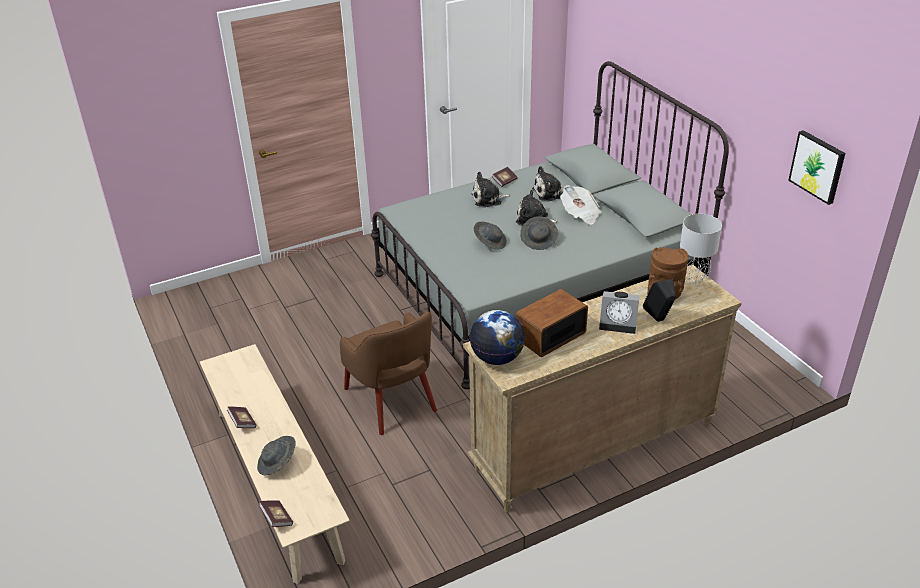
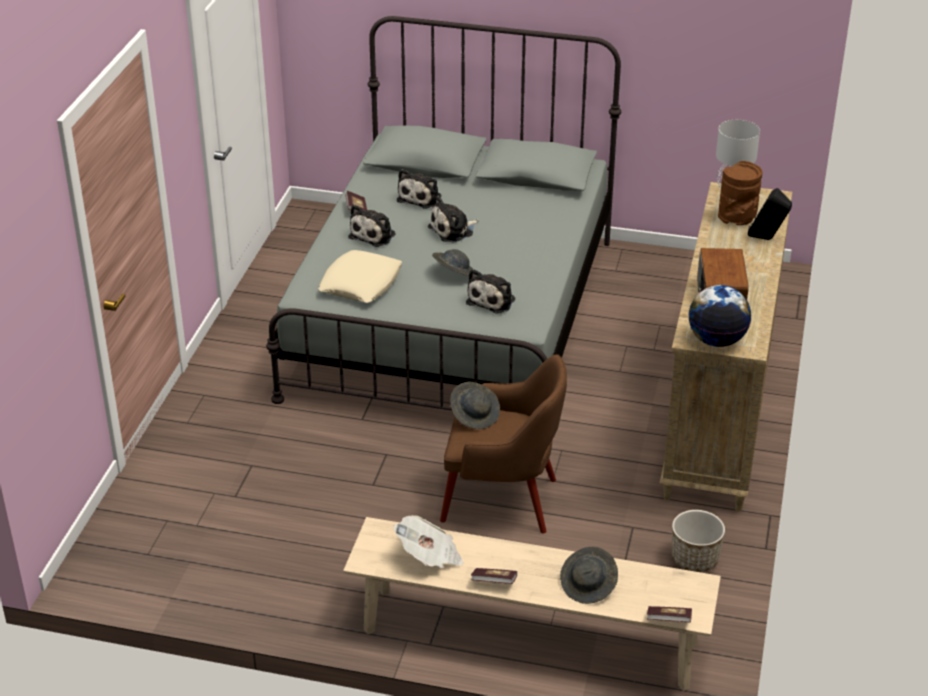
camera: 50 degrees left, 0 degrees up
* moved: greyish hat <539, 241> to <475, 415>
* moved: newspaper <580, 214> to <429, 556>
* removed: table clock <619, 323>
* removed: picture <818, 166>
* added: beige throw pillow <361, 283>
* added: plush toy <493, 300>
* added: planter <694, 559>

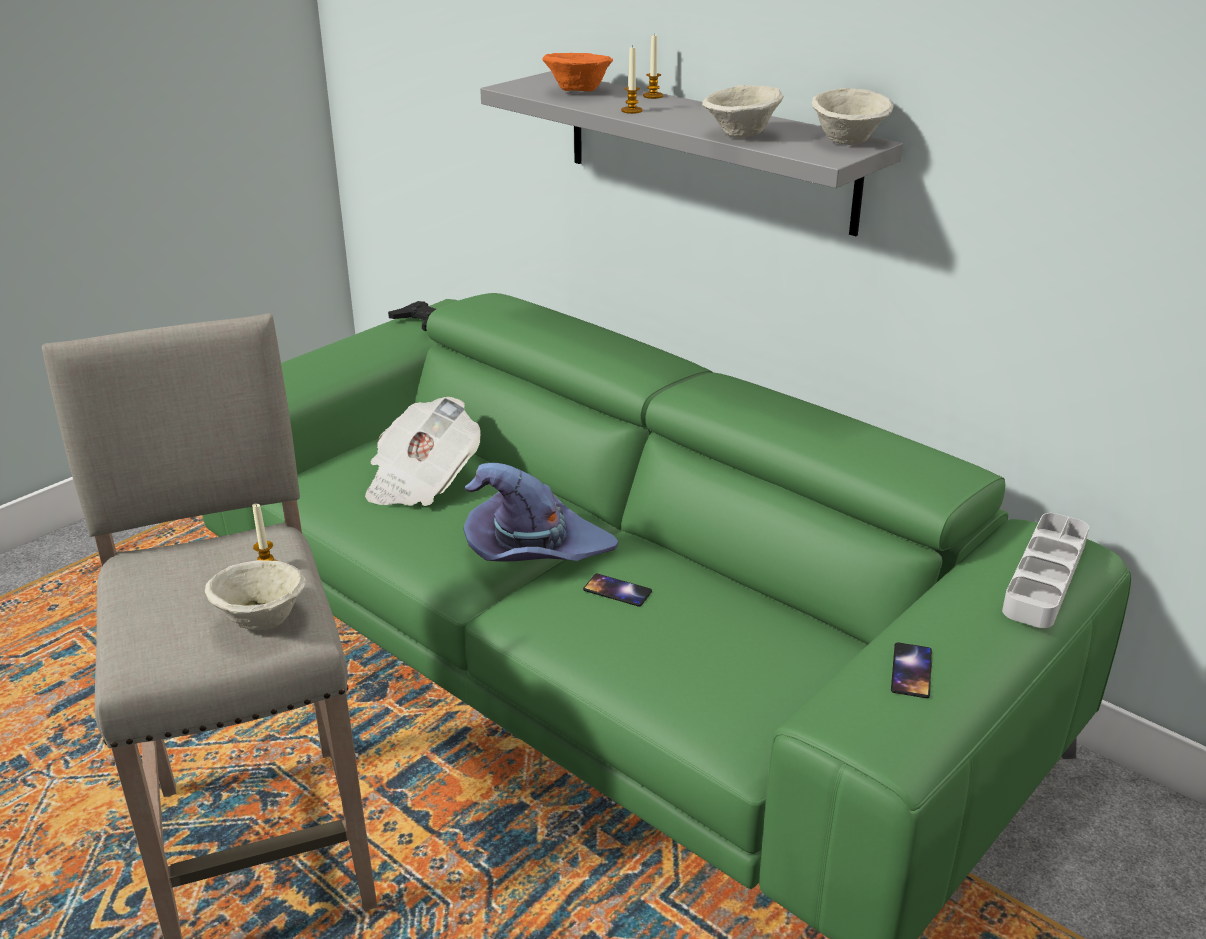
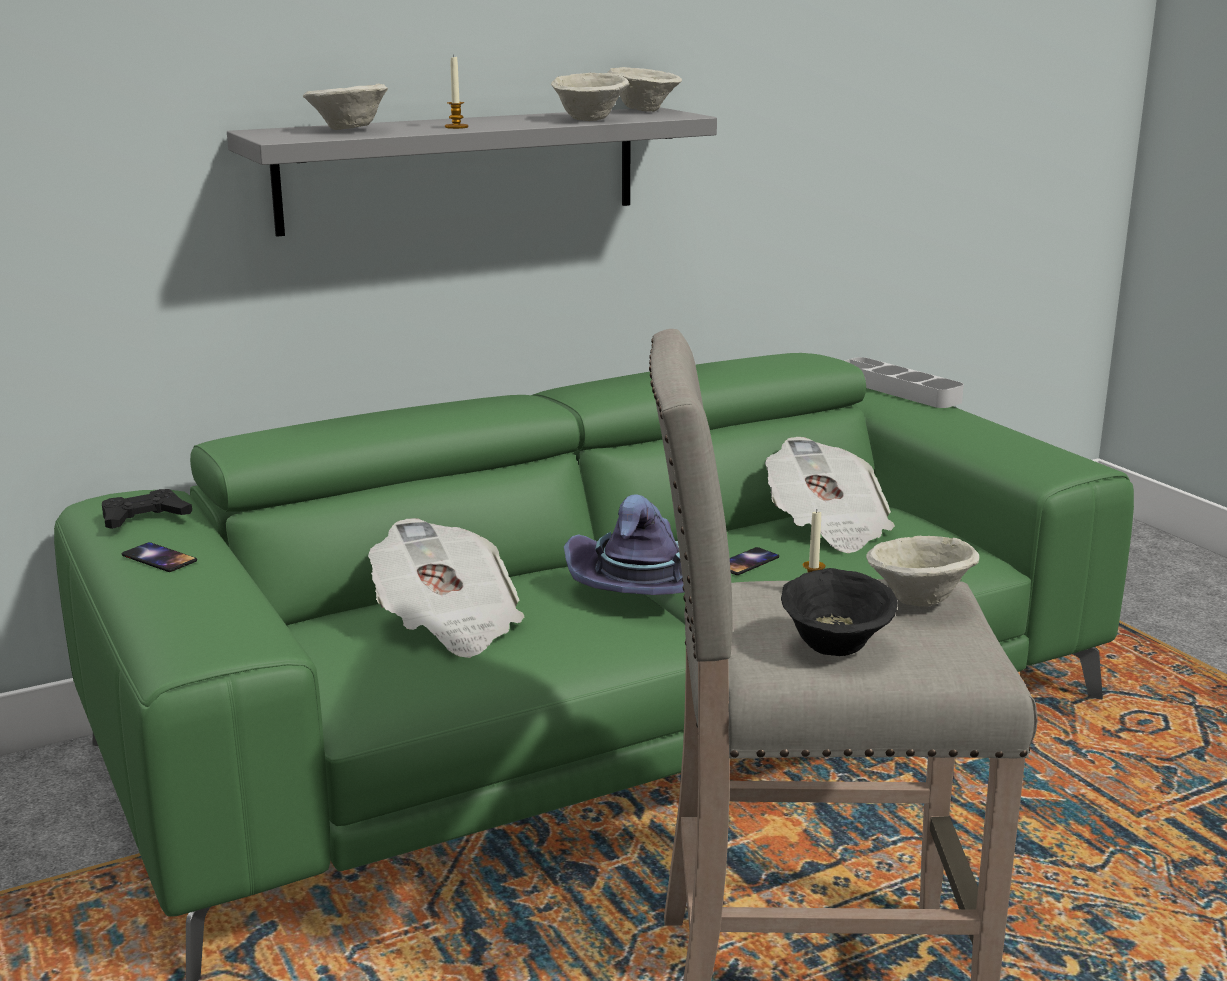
camera: 70 degrees left, 10 degrees down
* recoloured: orange-coloured bowl <577, 92> to beige bowl <348, 130>
* removed: wax light <653, 96>
* moved: telephone <911, 671> to <159, 558>
* added: newspaper <827, 528>
* added: black bowl <836, 647>

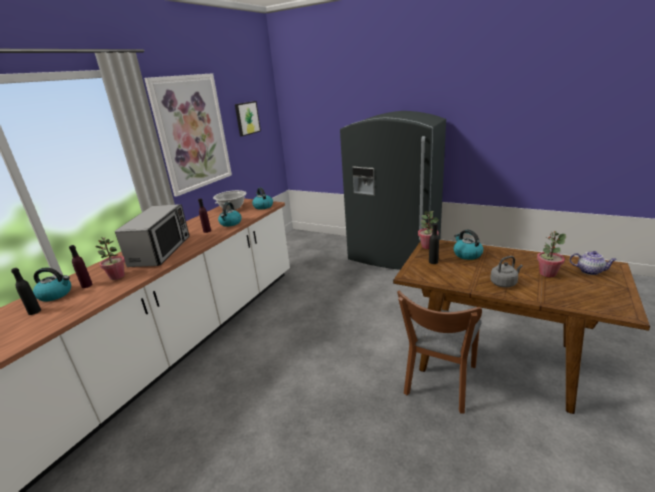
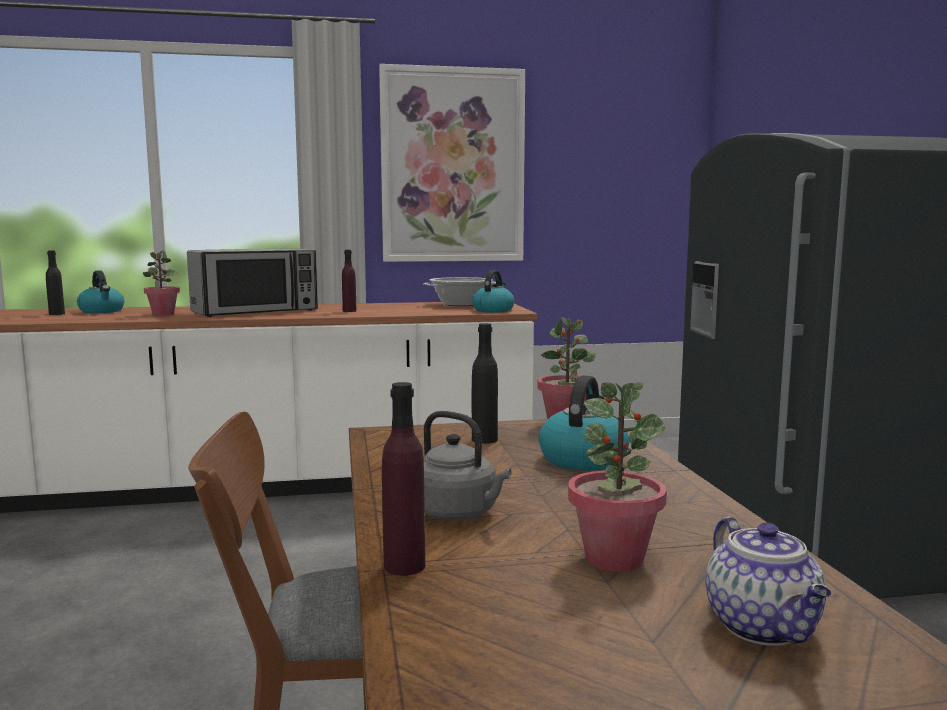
camera: 50 degrees right, 15 degrees down
* moved: purple-coloured drink bottle <87, 285> to <404, 566>
* removed: tea kettle <230, 223>
* removed: picture <247, 118>

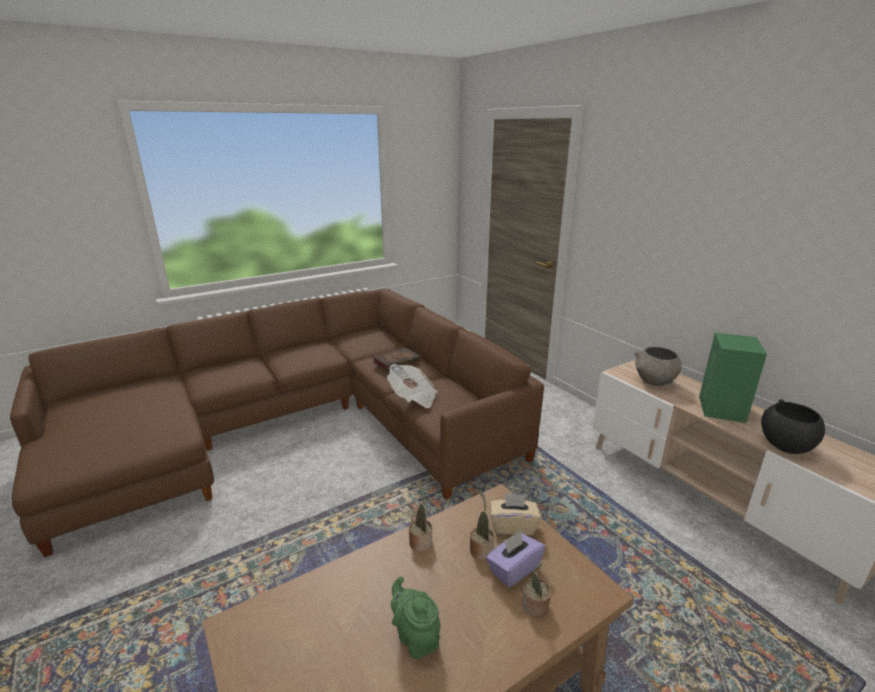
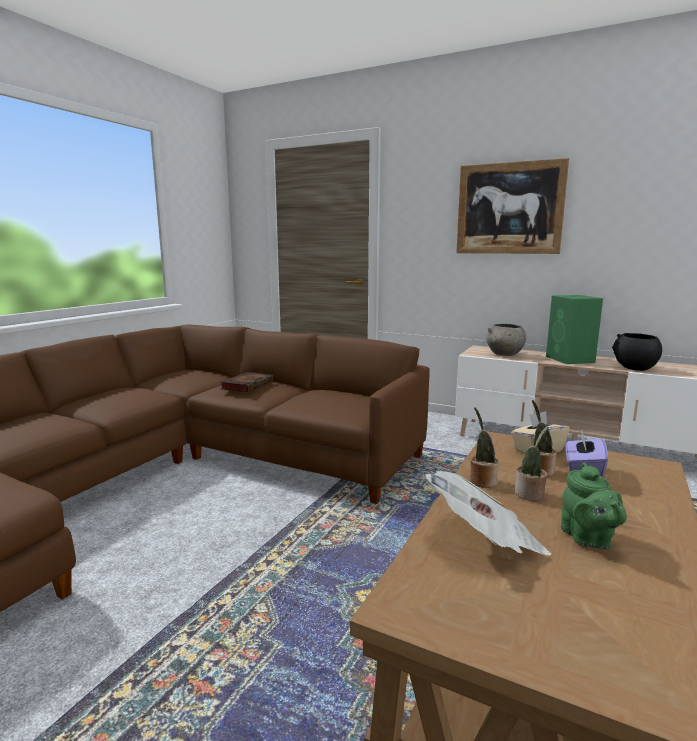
camera: 30 degrees left, 10 degrees down
* moved: newspaper <413, 397> to <485, 541>
* turned: green pot for tea <416, 637> = <588, 539> 120 degrees counterclockwise
* moved: houseplant <535, 607> to <530, 495>
* added: picture <509, 209>

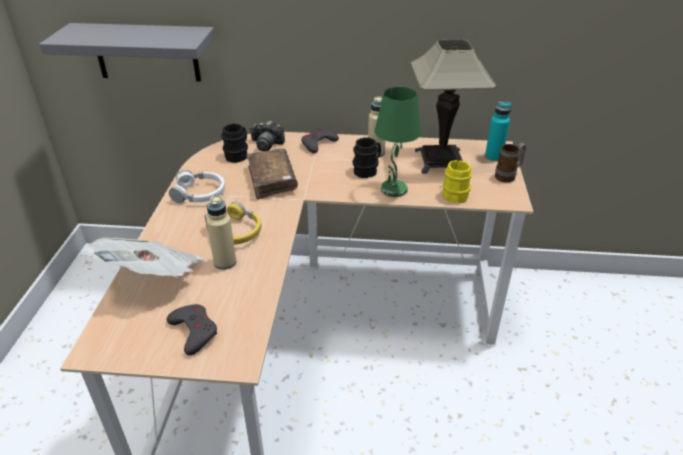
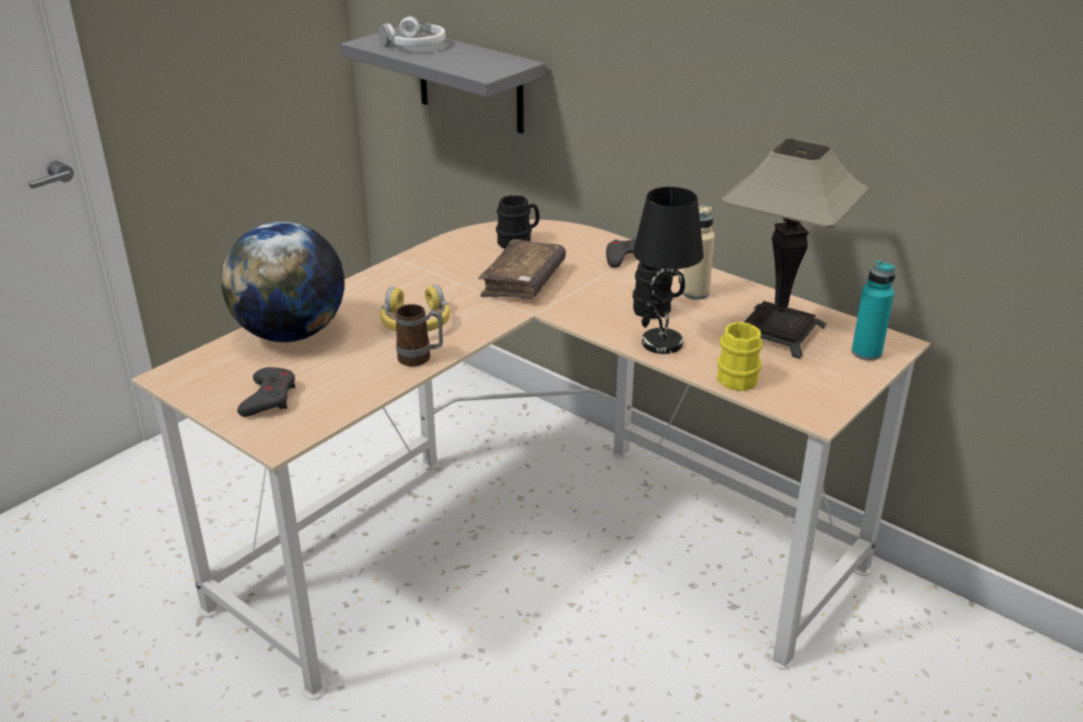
camera: 35 degrees right, 5 degrees down
* replaced: newspaper <155, 276> to world globe <291, 334>
* moved: white-coloured headset <199, 194> to <414, 45>
* removed: beige drink bottle <225, 262>
* removed: photo camera <267, 144>
* recoloured: green lamp for a table <394, 190> to black lamp for a table <661, 344>
* moved: coffee mug <508, 176> to <421, 359>

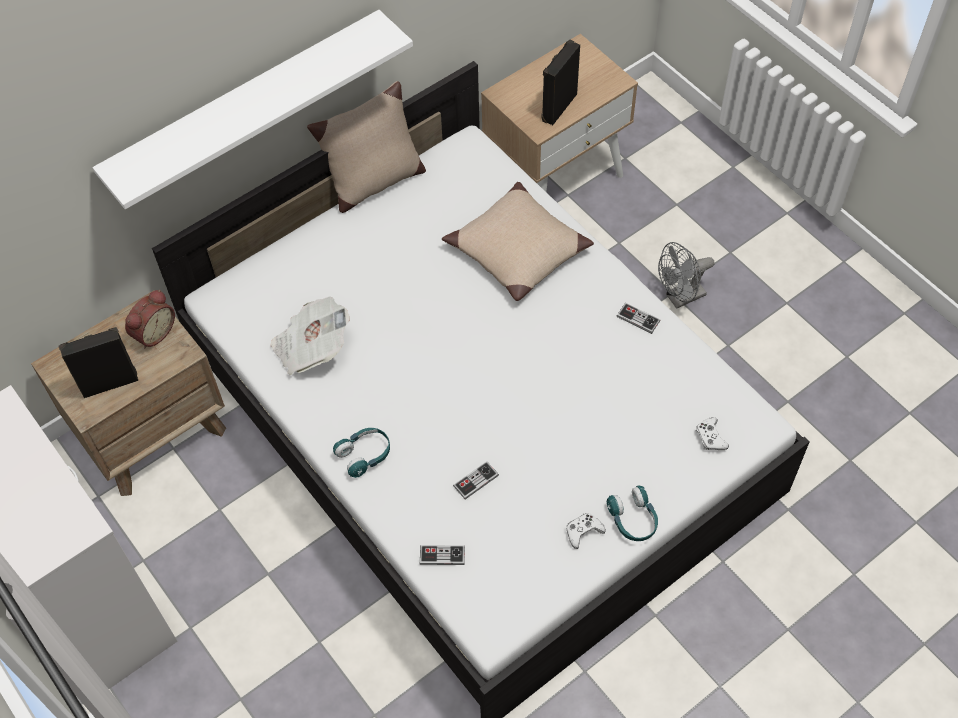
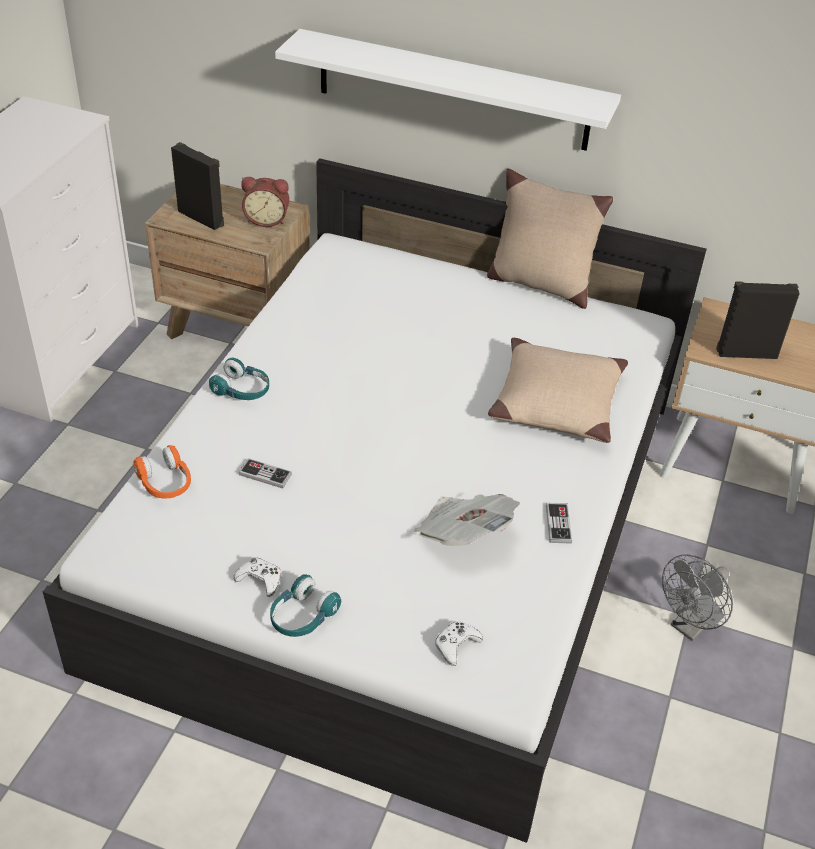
camera: 55 degrees right, 15 degrees down
* moved: newspaper <311, 347> to <463, 534>
* replaced: gamepad <442, 555> to orange-coloured headset <165, 483>
* turned: greyish cooling fan <680, 298> = <690, 626> 75 degrees counterclockwise

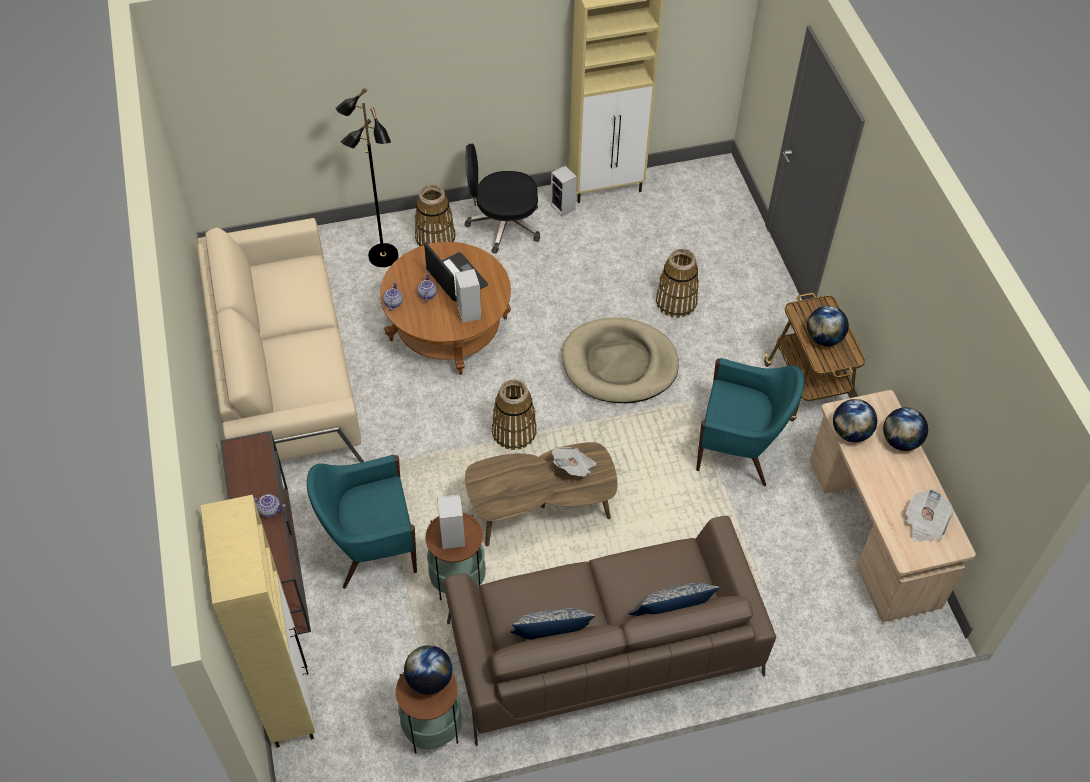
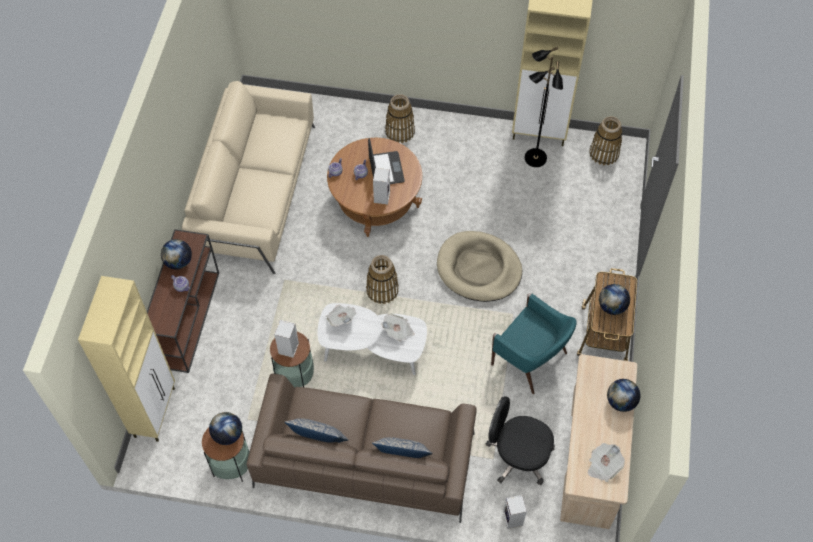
camera: 25 degrees right, 5 degrees up
* removed: turquoise-coloured armchair <370, 545>
* moved: black floor lamp <382, 257> to <534, 158>
* moved: black computer chair <503, 225> to <517, 456>
* recoloured: brown-coloured lounge table <541, 509> to white-coloured lounge table <372, 350>
* moved: speaker <563, 207> to <513, 519>
* moved: basket <676, 302> to <604, 153>
* moved: world globe <850, 432> to <179, 262>
* added: newspaper <341, 318>

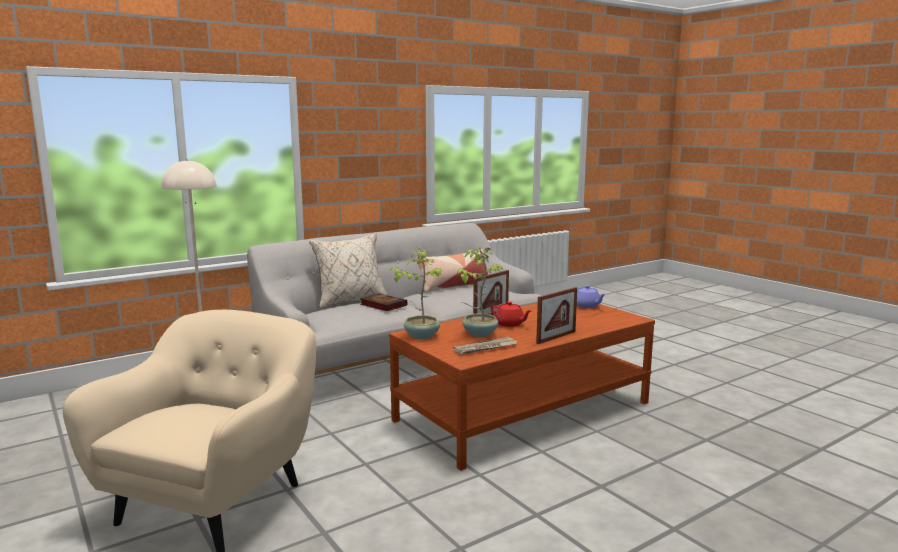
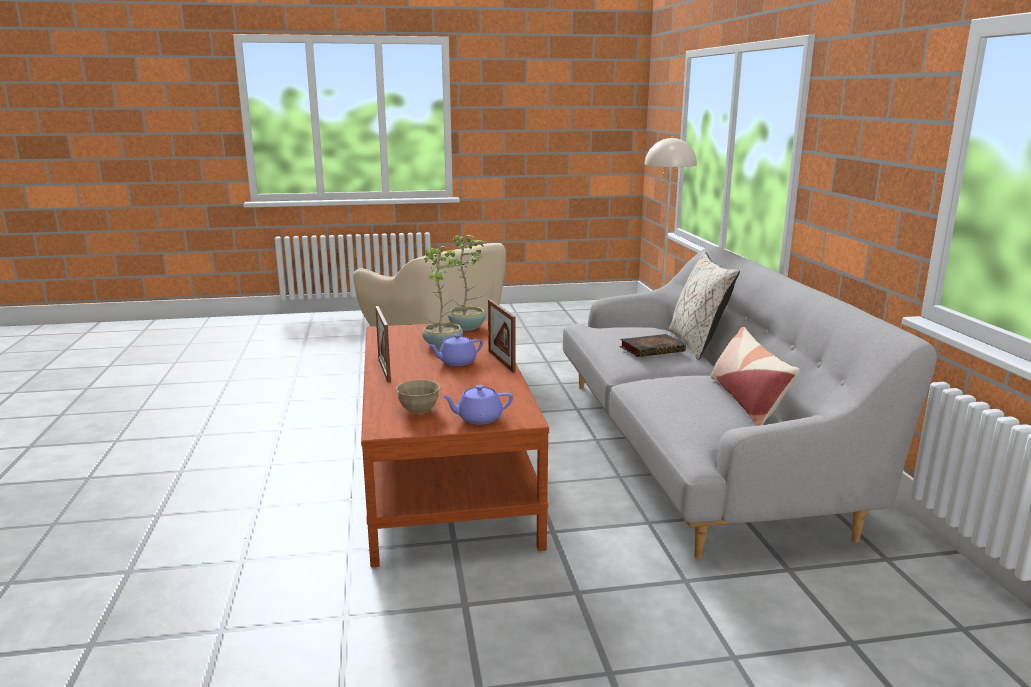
camera: 115 degrees right, 5 degrees up
* removed: newspaper <485, 348>
* recoloured: red pot for tea <510, 324> to purple-coloured pot for tea <456, 362>
* added: beige bowl <419, 410>

